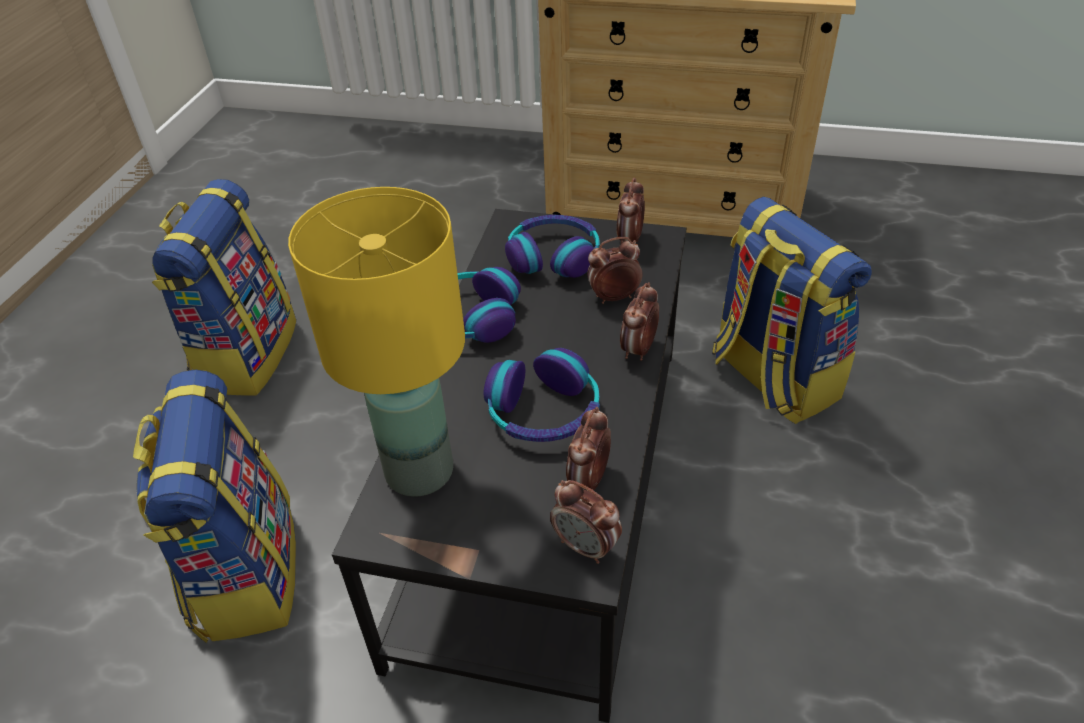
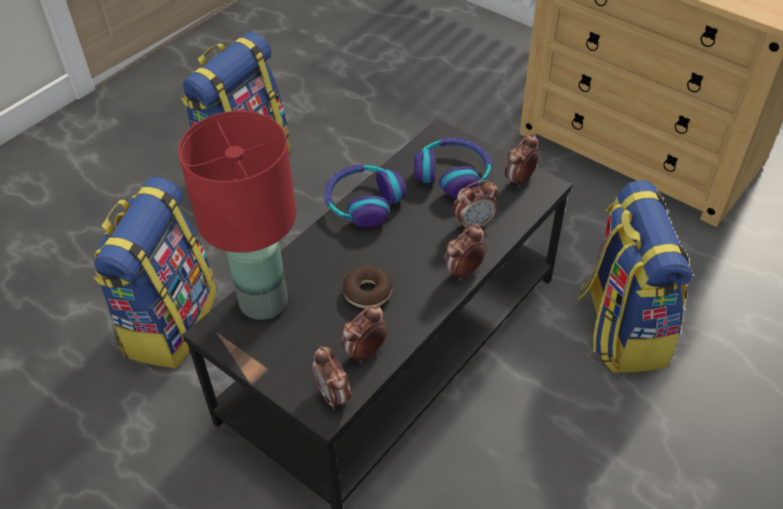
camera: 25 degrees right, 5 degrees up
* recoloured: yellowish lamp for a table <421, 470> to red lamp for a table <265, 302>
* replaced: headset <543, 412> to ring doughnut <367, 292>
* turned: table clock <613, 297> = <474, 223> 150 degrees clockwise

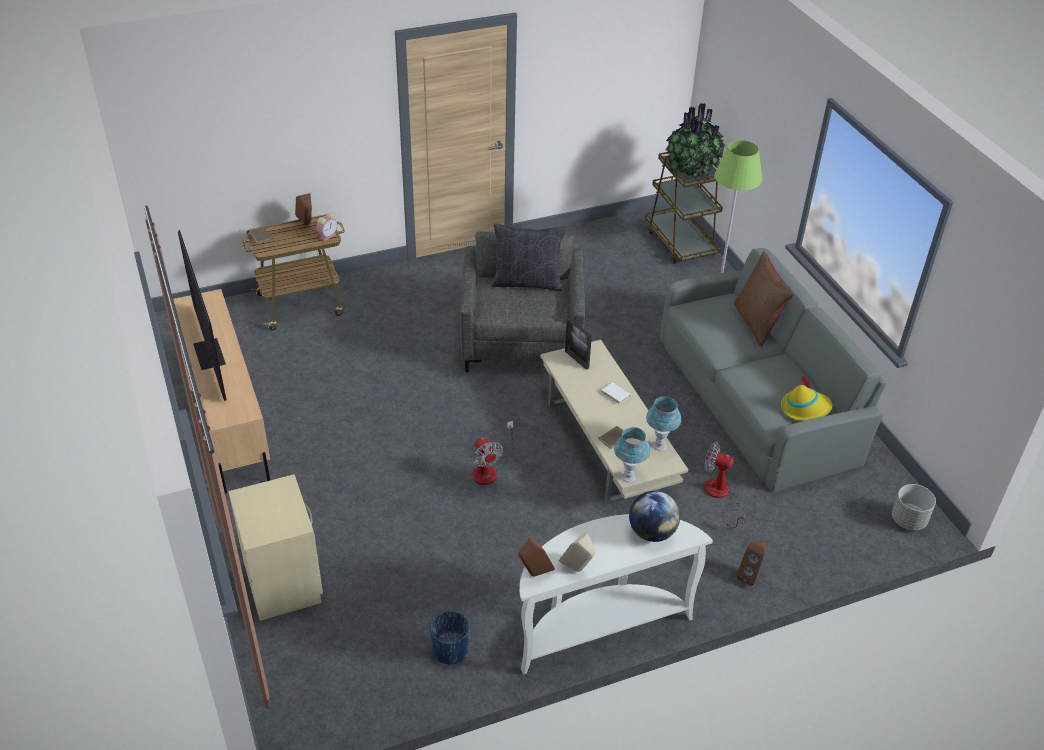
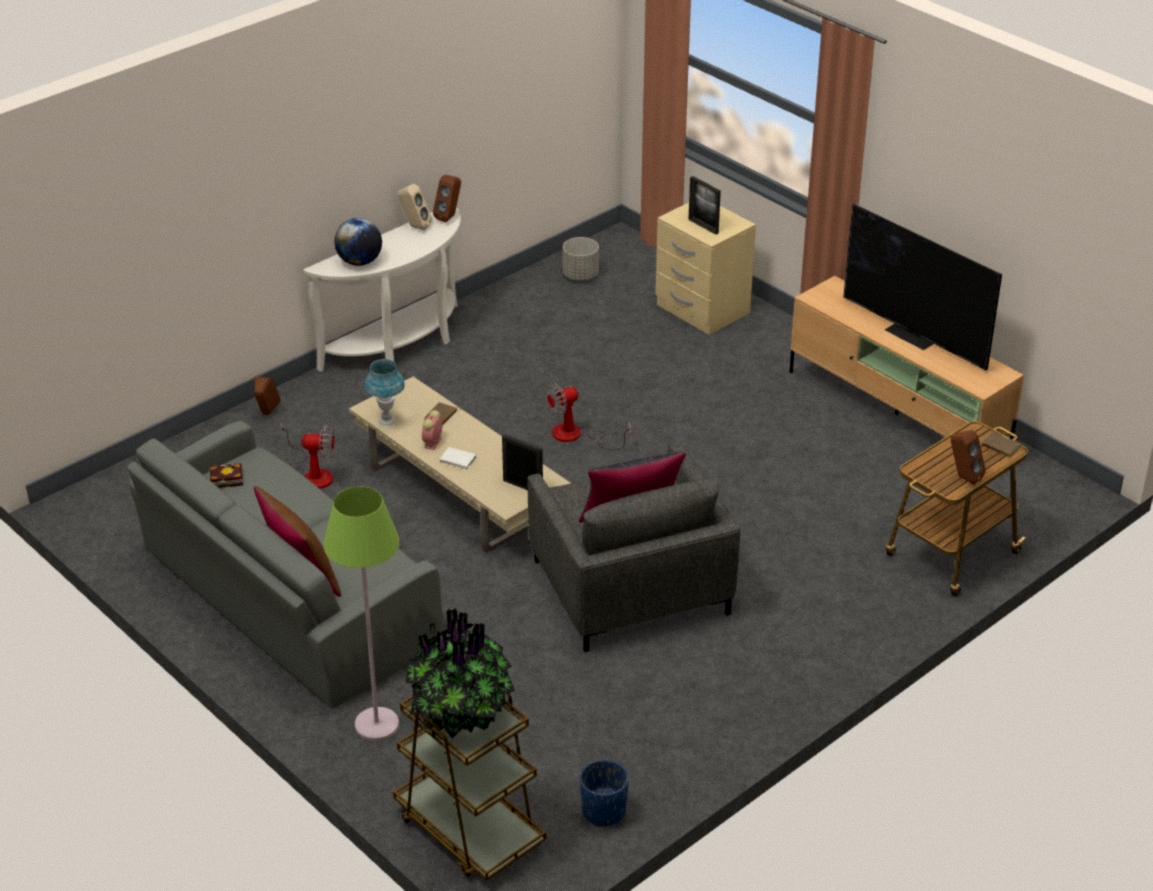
camera: 160 degrees right, 5 degrees down
* moved: table clock <328, 235> to <433, 443>
* moved: blue planter <451, 651> to <603, 811>
* turned: cooling fan <489, 469> = <576, 436> 75 degrees counterclockwise
* removed: blue lamp for a table <628, 477>
* replaced: yellowish hat <805, 408> to bound book <224, 479>
* moved: greyish planter <908, 520> to <581, 275>
* added: picture frame <703, 226>

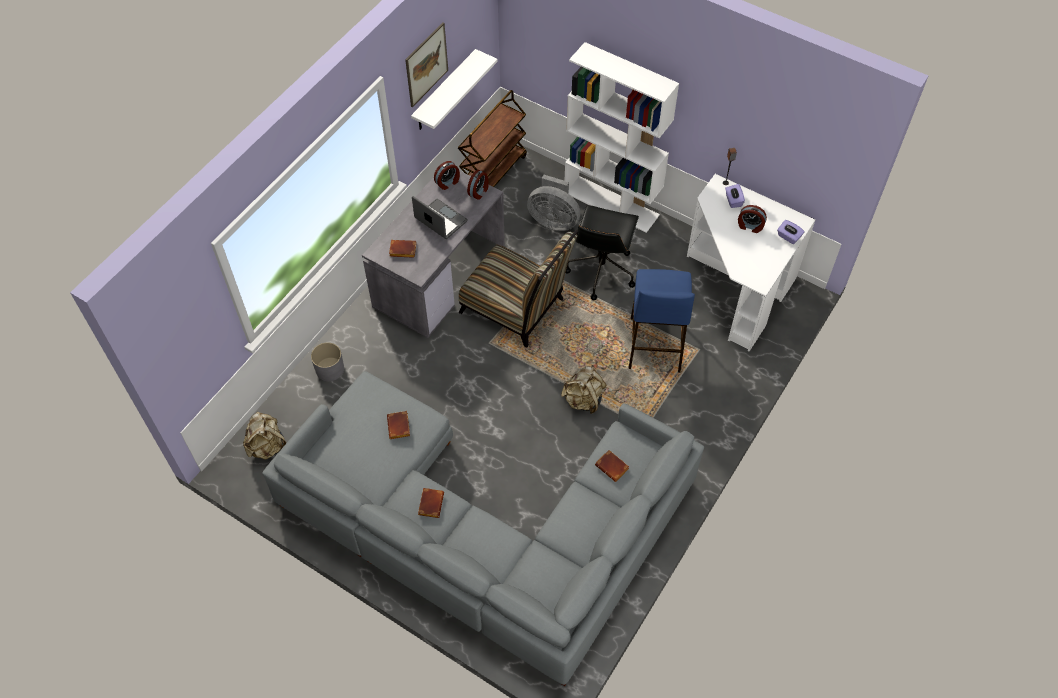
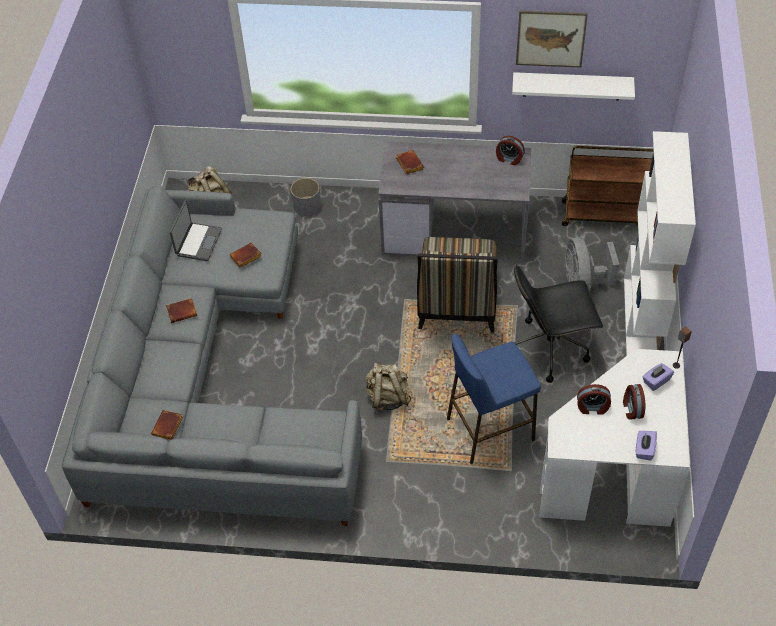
camera: 65 degrees right, 5 degrees down
* moved: notebook computer <440, 220> to <198, 242>
* moved: table clock <479, 192> to <592, 408>
* moved: brown-coloured bound book <613, 467> to <168, 427>

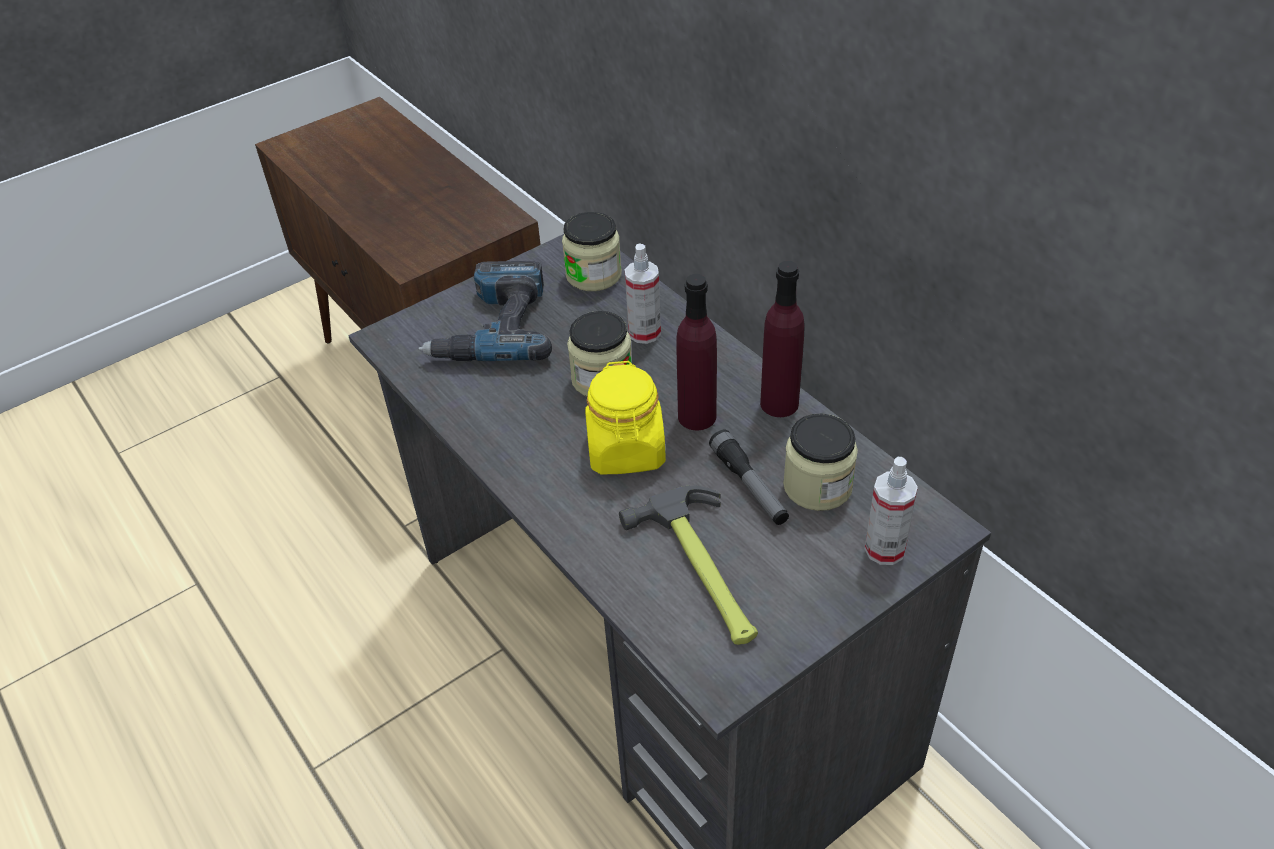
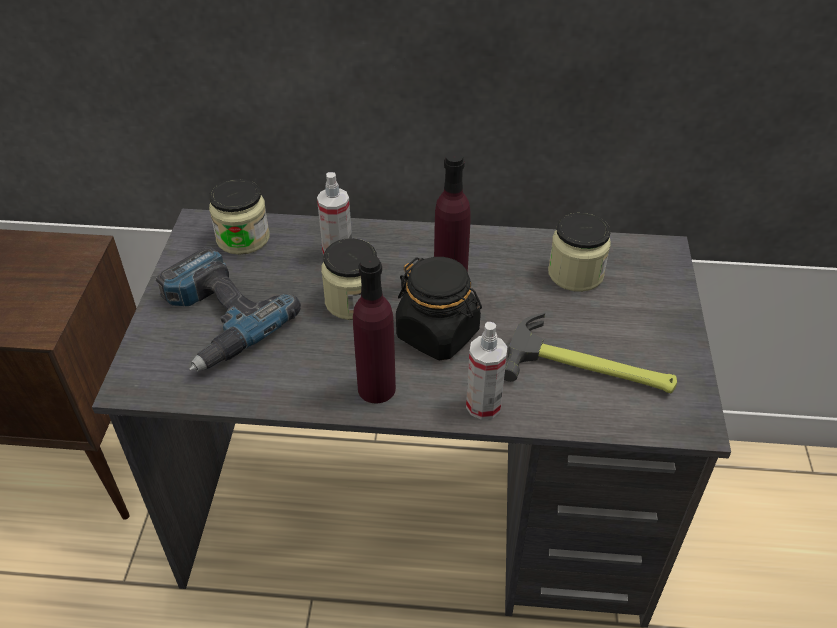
camera: 50 degrees left, 0 degrees up
* recoloured: yellowish storage jar <626, 450> to black storage jar <438, 334>
* removed: hand torch <749, 486>
* moved: purple-coloured drink bottle <779, 403> to <376, 388>
* moved: spray bottle <884, 549> to <483, 405>

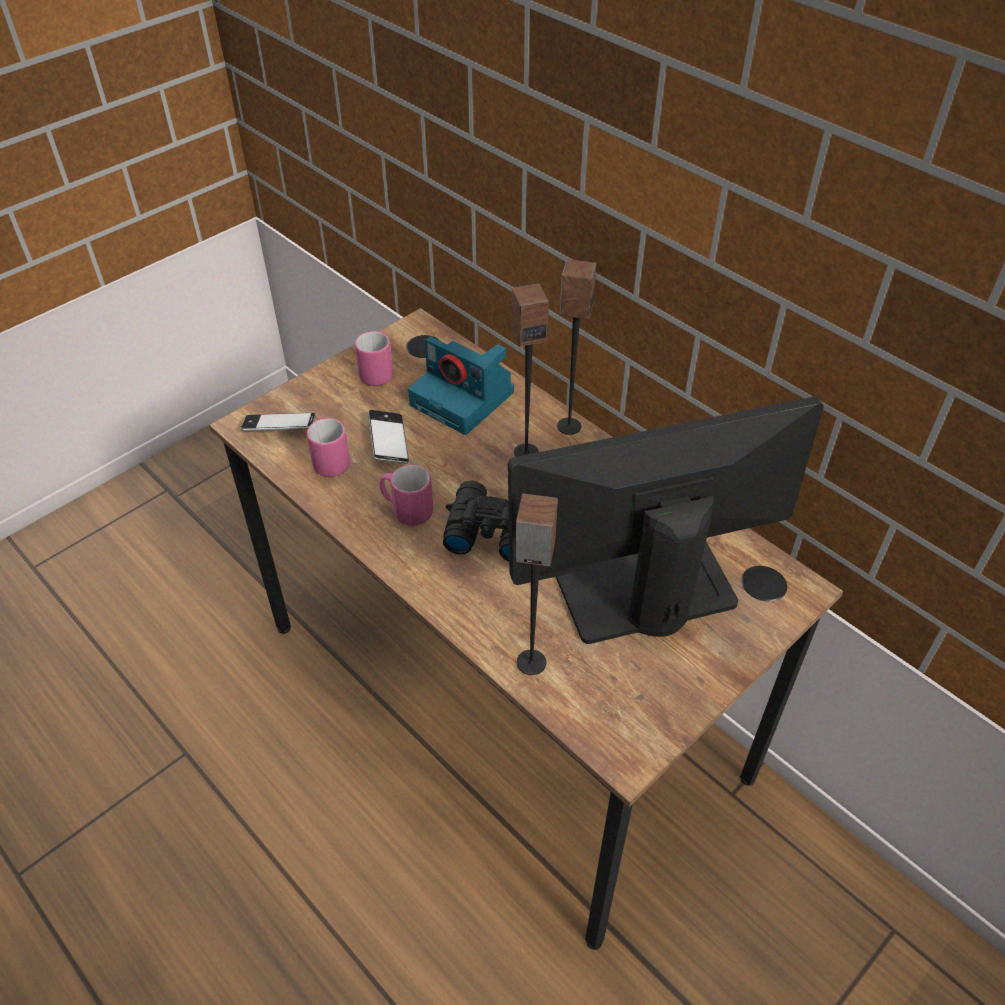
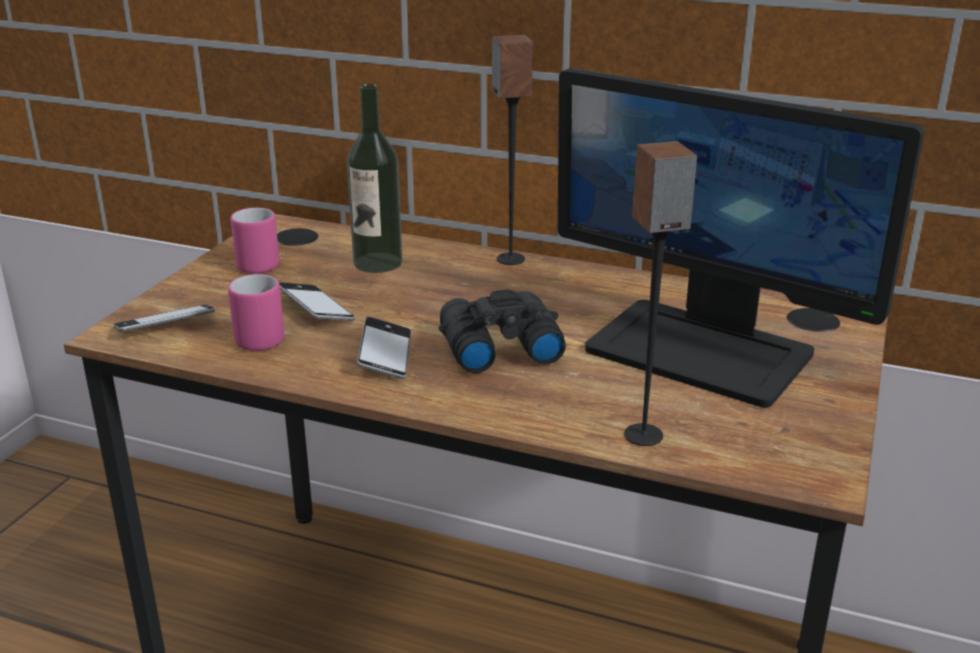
camera: 25 degrees left, 20 degrees down
* replaced: pink coffee mug <407, 510> to telephone <385, 355>
* replaced: photo camera <464, 399> to drink bottle <377, 263>
* turned: computer display <643, 588> = <702, 350> 105 degrees counterclockwise
* removed: speaker <526, 452>

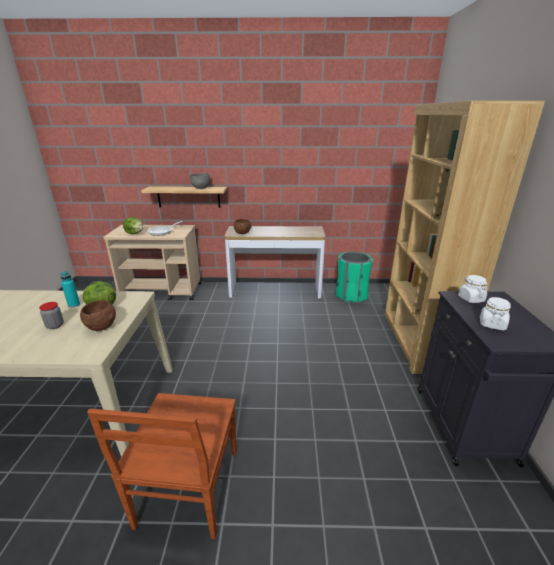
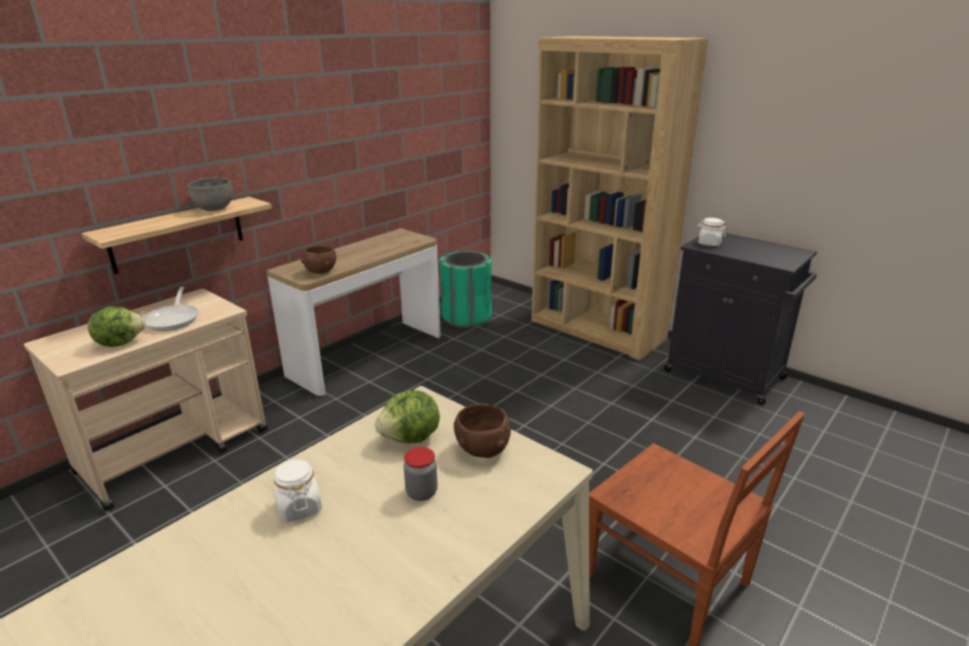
camera: 50 degrees left, 0 degrees up
* removed: turquoise-coloured drink bottle <74, 305>
* moved: white-coloured storage jar <491, 324> to <299, 507>

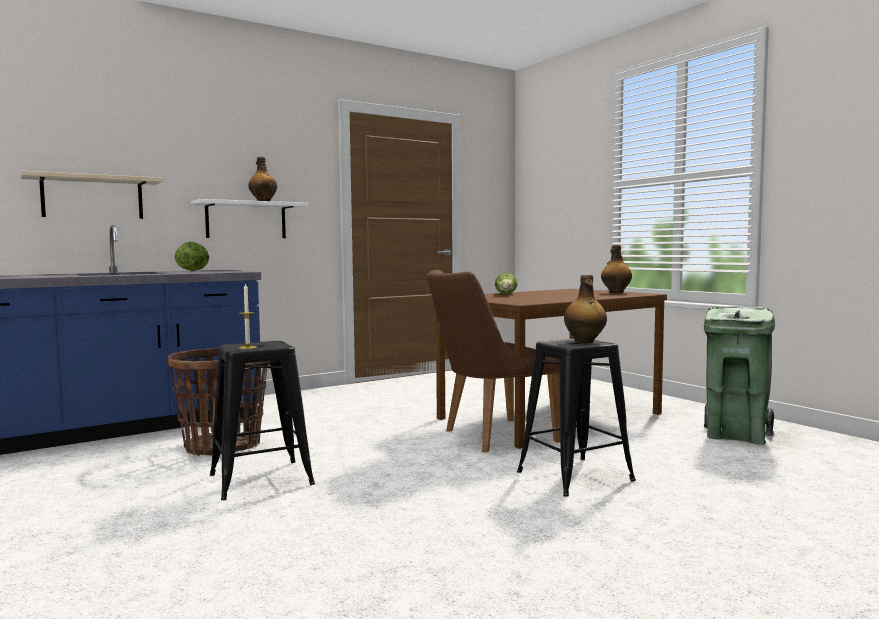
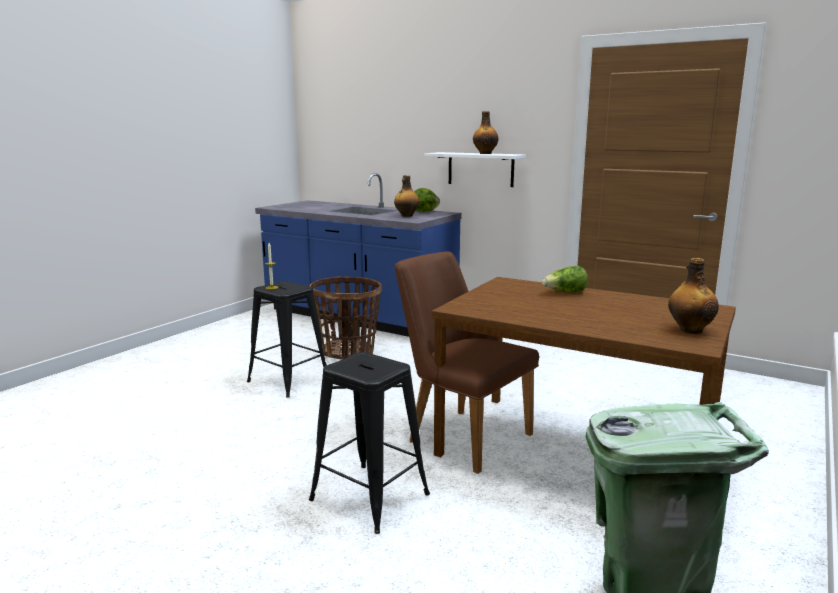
camera: 65 degrees right, 10 degrees up
* removed: beige bracket shelf <93, 197>
* moved: drink bottle <584, 342> to <406, 216>

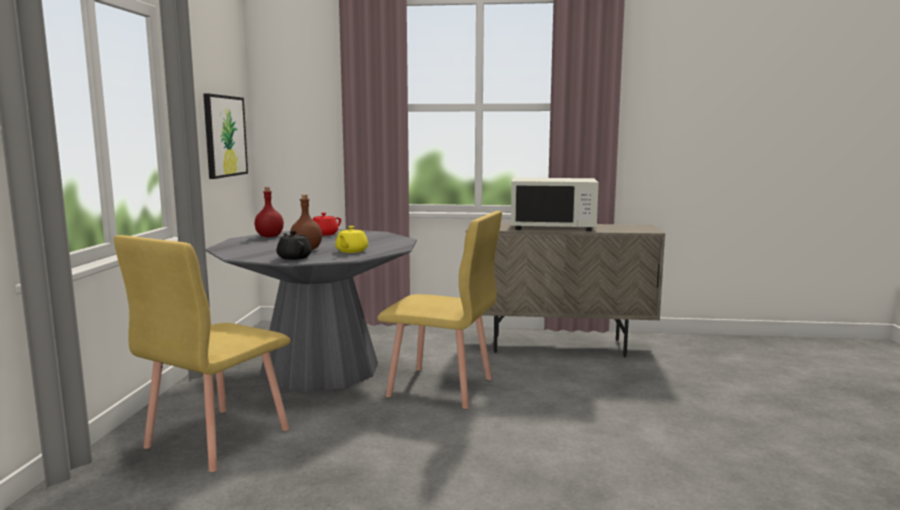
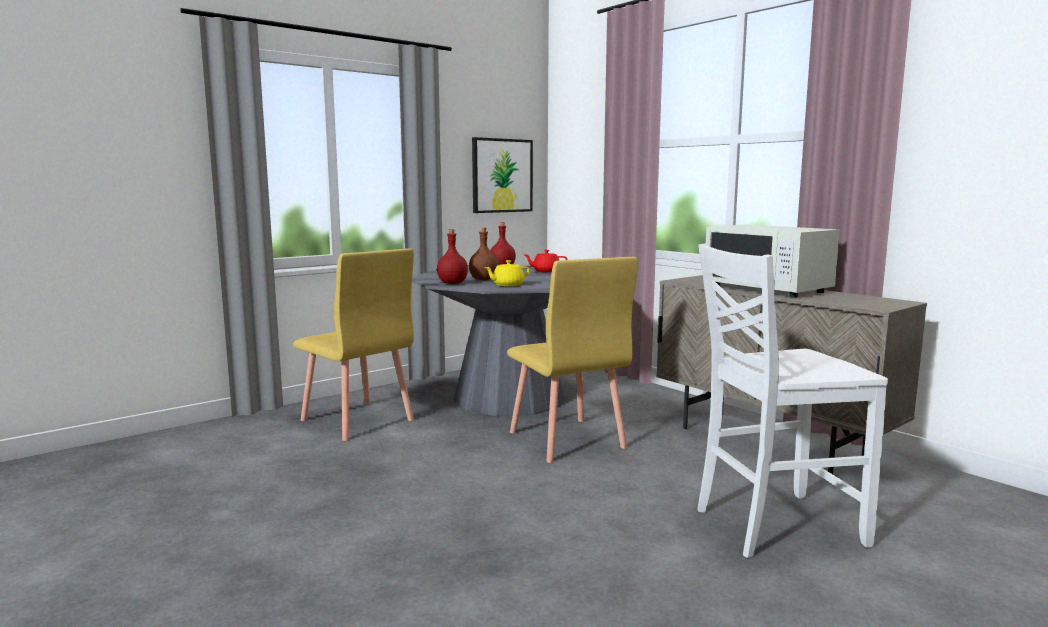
camera: 45 degrees right, 0 degrees up
* turned: yellowish upright chair <216, 438> = <357, 420> 120 degrees counterclockwise
* replaced: black pot for tea <294, 257> to red drink bottle <452, 283>
* added: white-coloured upright chair <774, 525>

